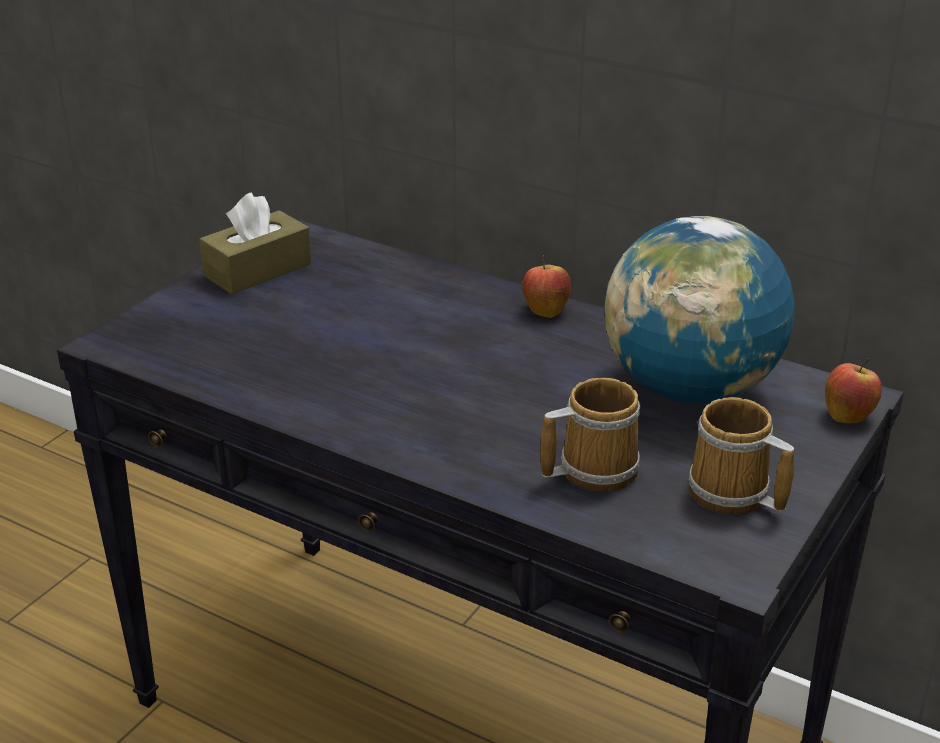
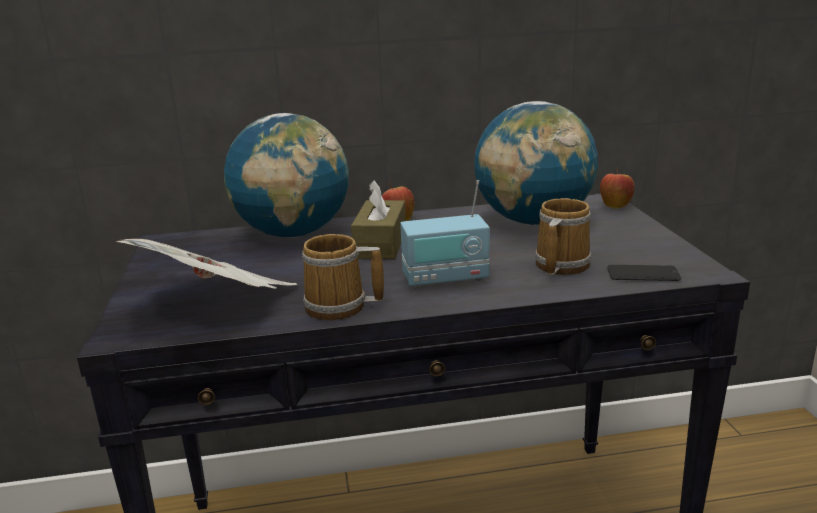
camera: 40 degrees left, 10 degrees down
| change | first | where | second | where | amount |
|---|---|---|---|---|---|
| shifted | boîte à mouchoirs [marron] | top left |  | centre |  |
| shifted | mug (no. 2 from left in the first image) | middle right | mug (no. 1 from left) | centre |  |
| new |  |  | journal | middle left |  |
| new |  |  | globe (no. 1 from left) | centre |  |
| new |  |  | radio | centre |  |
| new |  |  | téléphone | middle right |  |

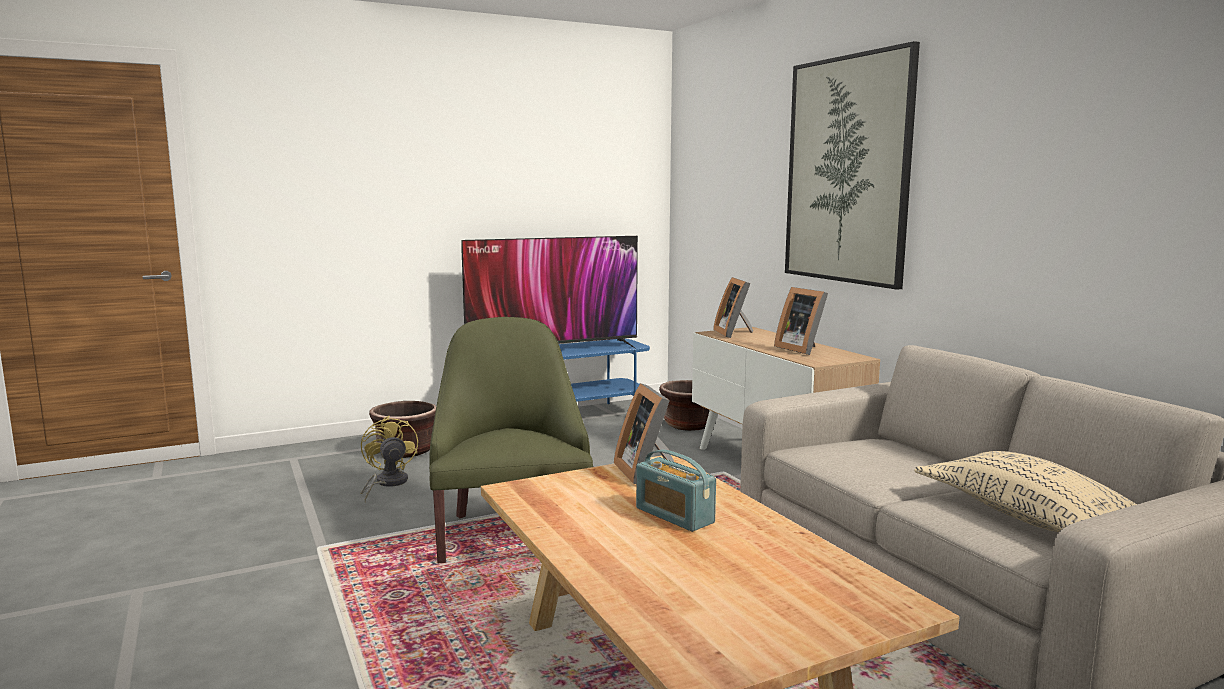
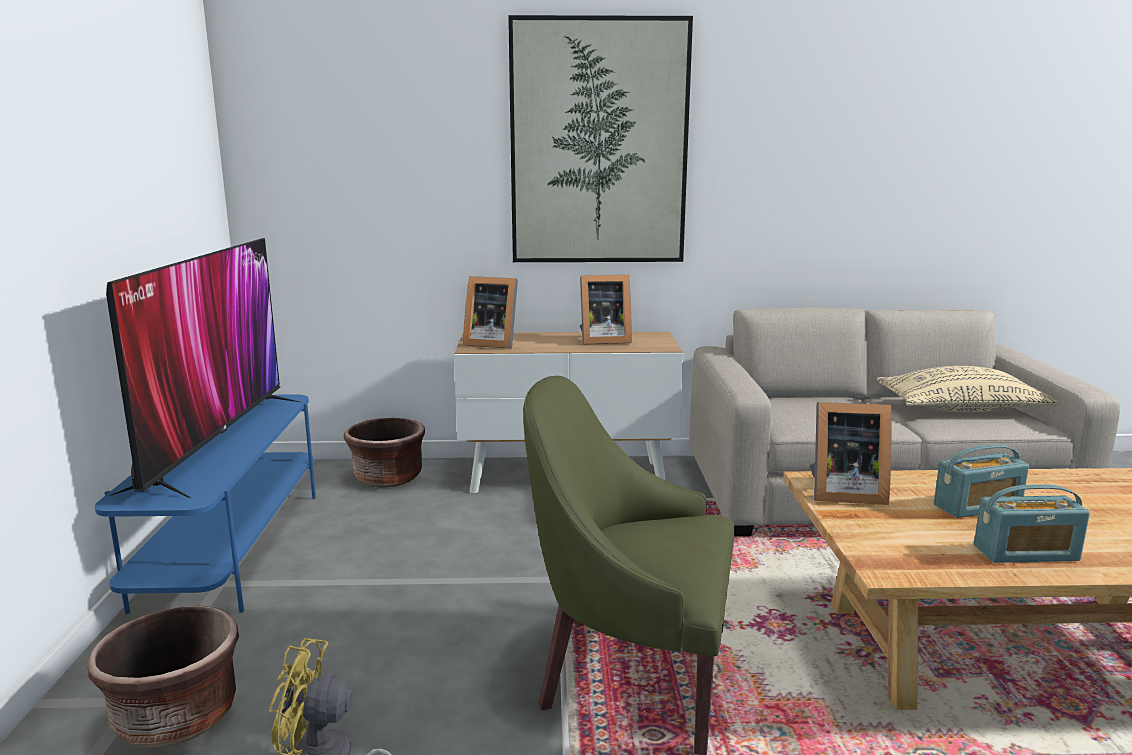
camera: 65 degrees left, 5 degrees up
| change | first | where | second | where | amount |
|---|---|---|---|---|---|
| new |  |  | radio (no. 2 from left) | bottom right |  |

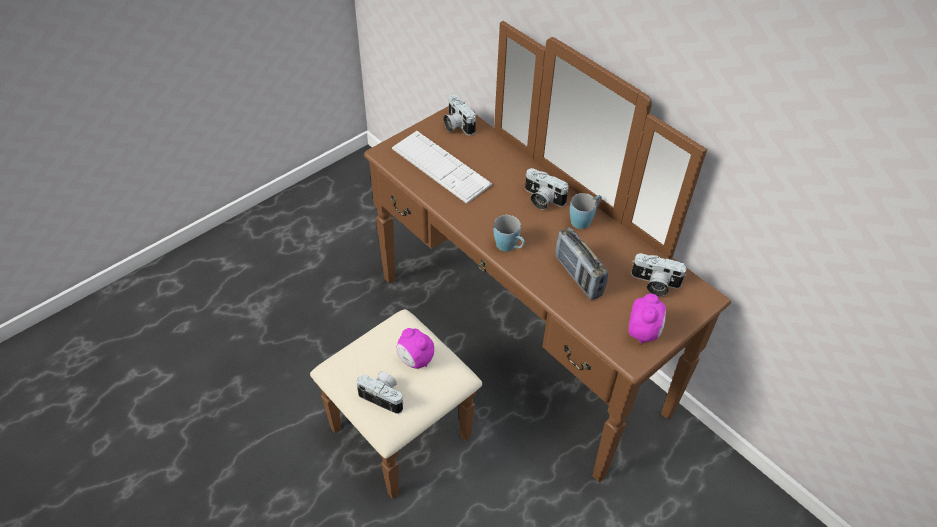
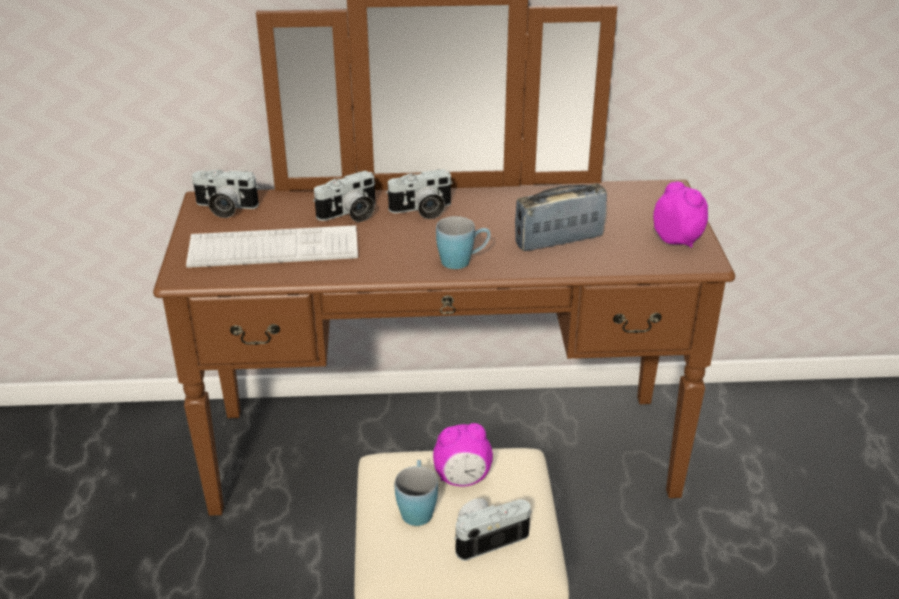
camera: 50 degrees left, 15 degrees down
| change | first | where | second | where | amount |
|---|---|---|---|---|---|
| rotated | radio | centre |  | centre | 150 degrees clockwise |
| shifted | mug [bleu] (no. 2 from left in the first image) | centre | mug [bleu] (no. 1 from left) | bottom centre |  |
| shifted | appareil photo (no. 4 from left in the first image) | middle right | appareil photo (no. 2 from left) | top centre |  |

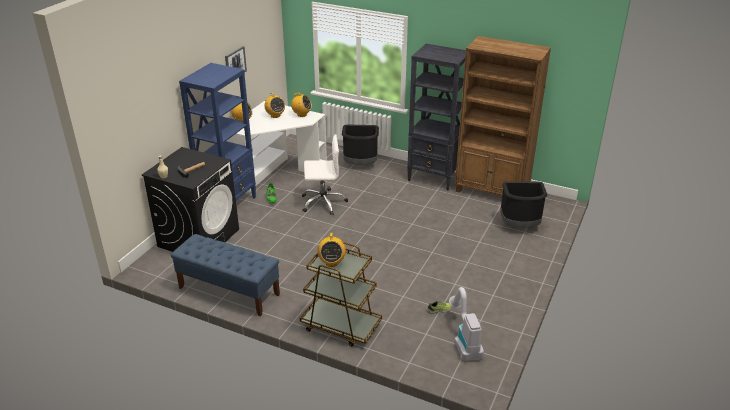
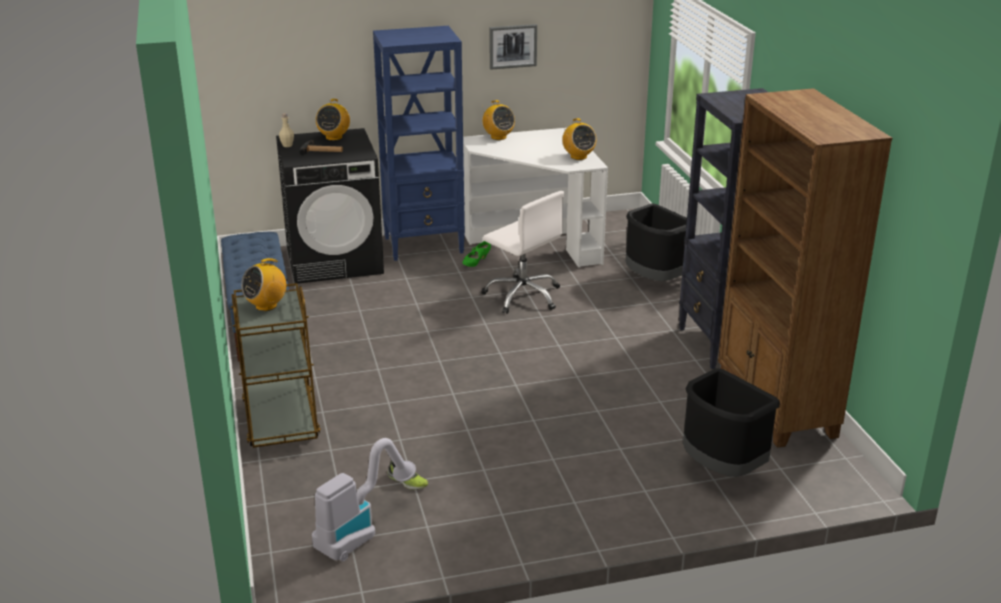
camera: 50 degrees right, 5 degrees down
| change | first | where | second | where | amount |
|---|---|---|---|---|---|
| shifted | radio (no. 2 from left) | top centre |  | top left |  |

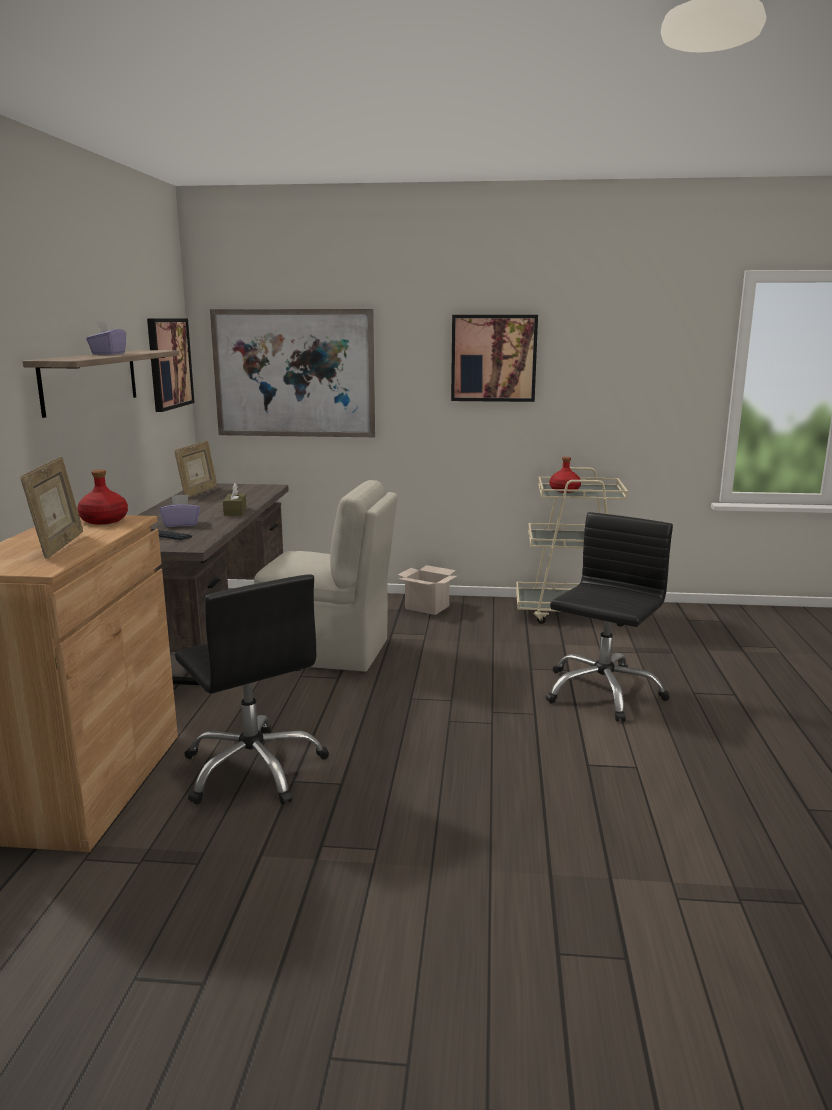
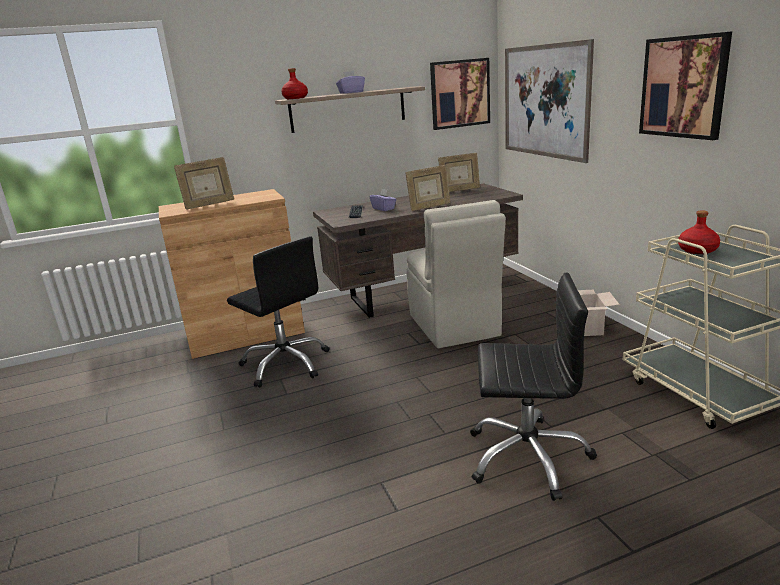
camera: 65 degrees right, 5 degrees up
| change | first | where | second | where | amount |
|---|---|---|---|---|---|
| shifted | bouteille [rouge] (no. 1 from left) | middle left |  | top centre |  |
| rotated | chaise de bureau [noir] (no. 1 from left) | middle left |  | centre | 75 degrees counterclockwise |
| swapped | boîte à mouchoirs [marron] | middle left | cadre photo (no. 2 from left) | top centre |  |

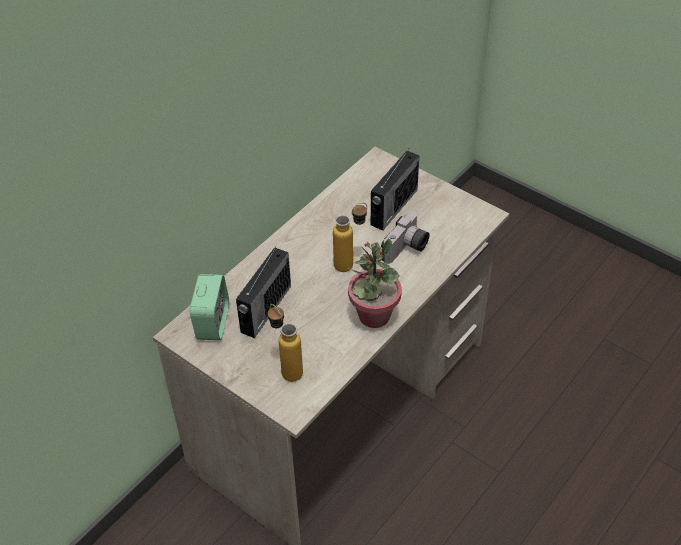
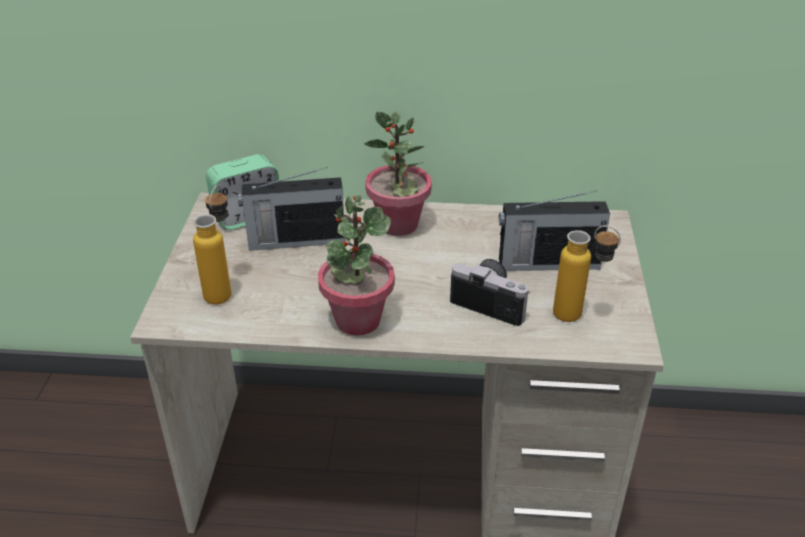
camera: 55 degrees right, 10 degrees down
| change | first | where | second | where | amount |
|---|---|---|---|---|---|
| shifted | bouteille (no. 2 from left) | centre |  | middle right |  |
| rotated | appareil photo | centre |  | centre | 150 degrees counterclockwise |
| new |  |  | plante en pot (no. 2 from left) | top centre |  |

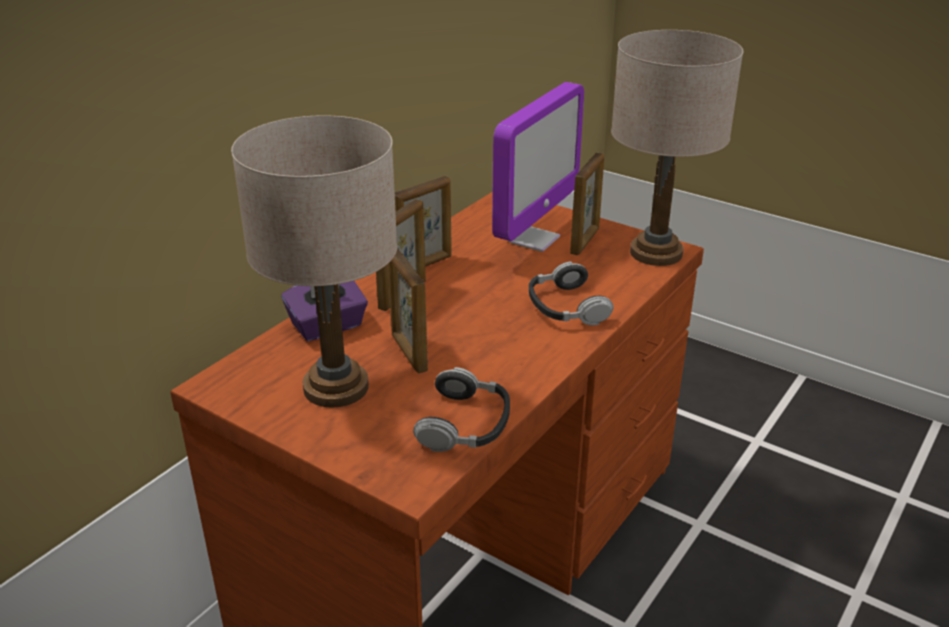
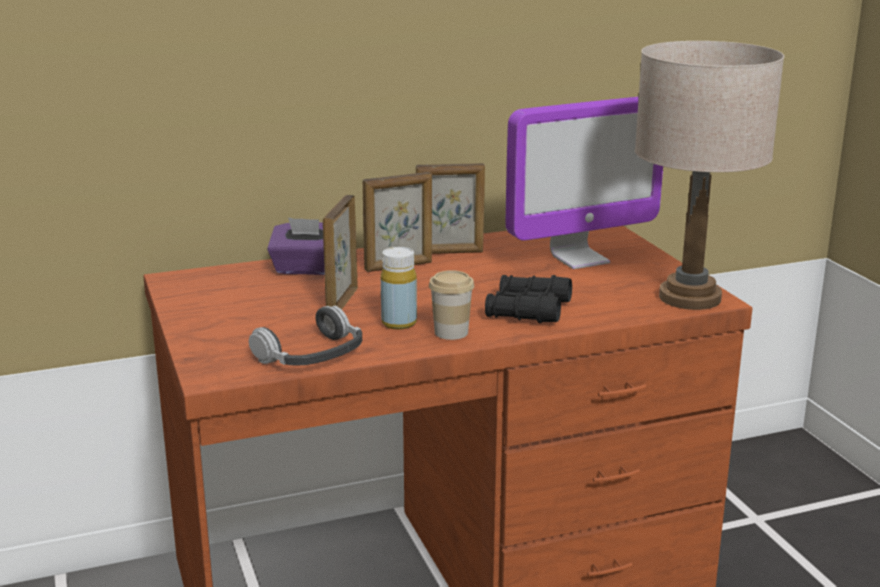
camera: 35 degrees right, 10 degrees down
| change | first | where | second | where | amount |
|---|---|---|---|---|---|
| gone | lampe de table [beige] (no. 1 from left) | middle left |  |  |  |
| swapped | casque audio (no. 2 from left) | centre | jumelles [noir] | centre |  |
| gone | cadre photo (no. 4 from left) | top centre |  |  |  |
| new |  |  | bouteille [jaune] | centre |  |
| new |  |  | tasse | centre |  |

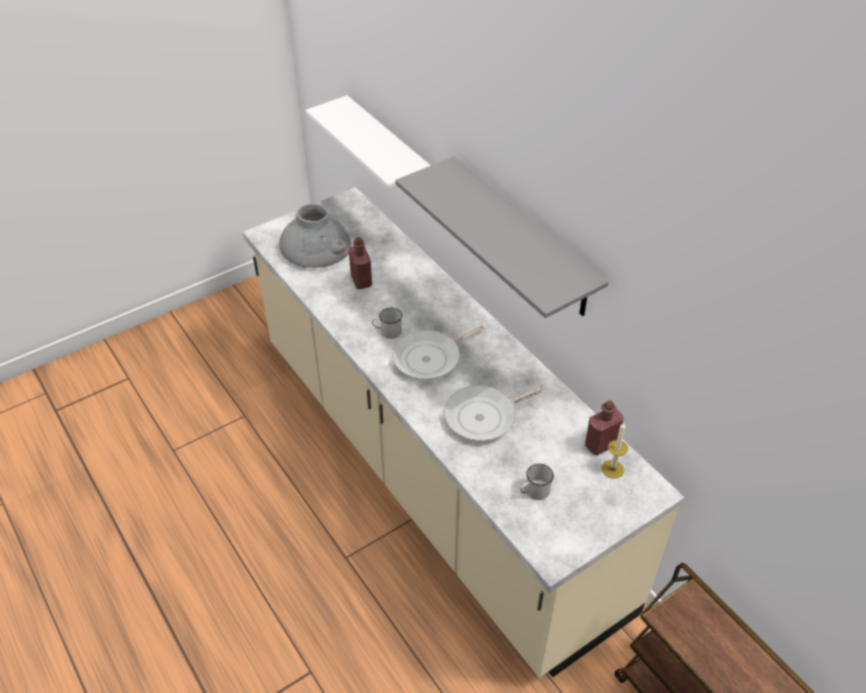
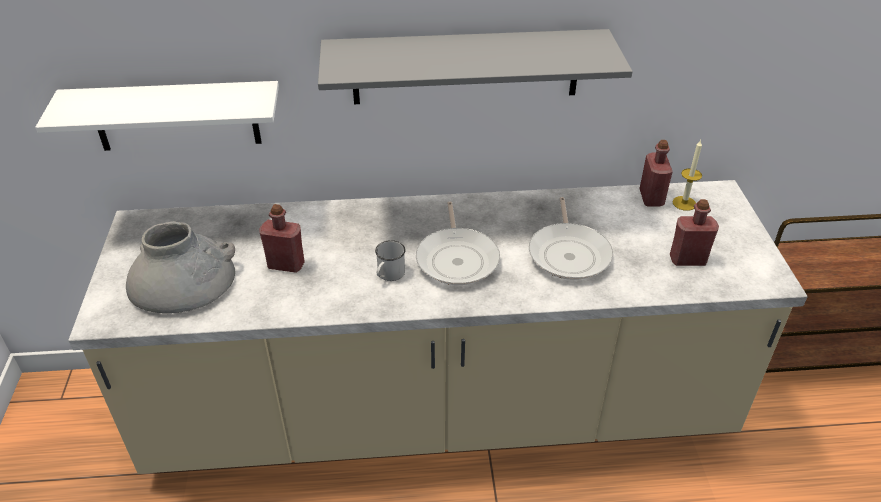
camera: 60 degrees left, 5 degrees down
| change | first | where | second | where | amount |
|---|---|---|---|---|---|
| swapped | mug [blanc] (no. 2 from left) | bottom centre | bouteille [rouge] (no. 3 from left) | middle right |  |

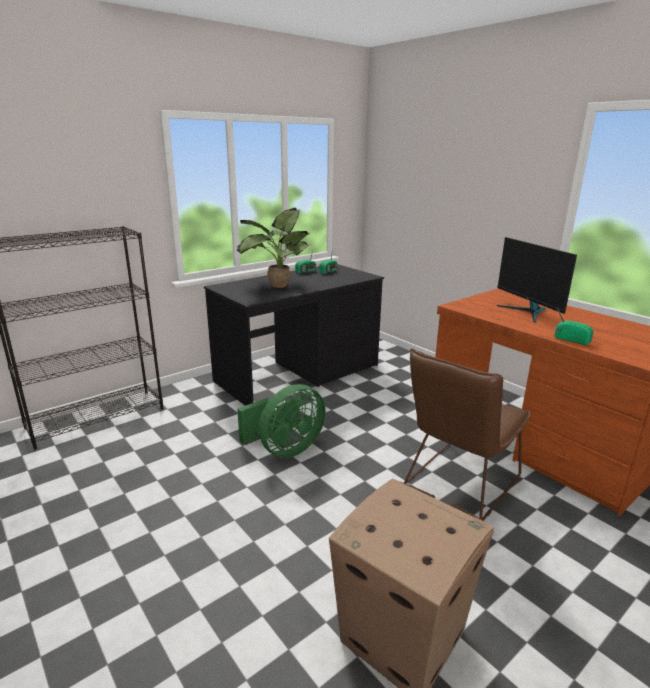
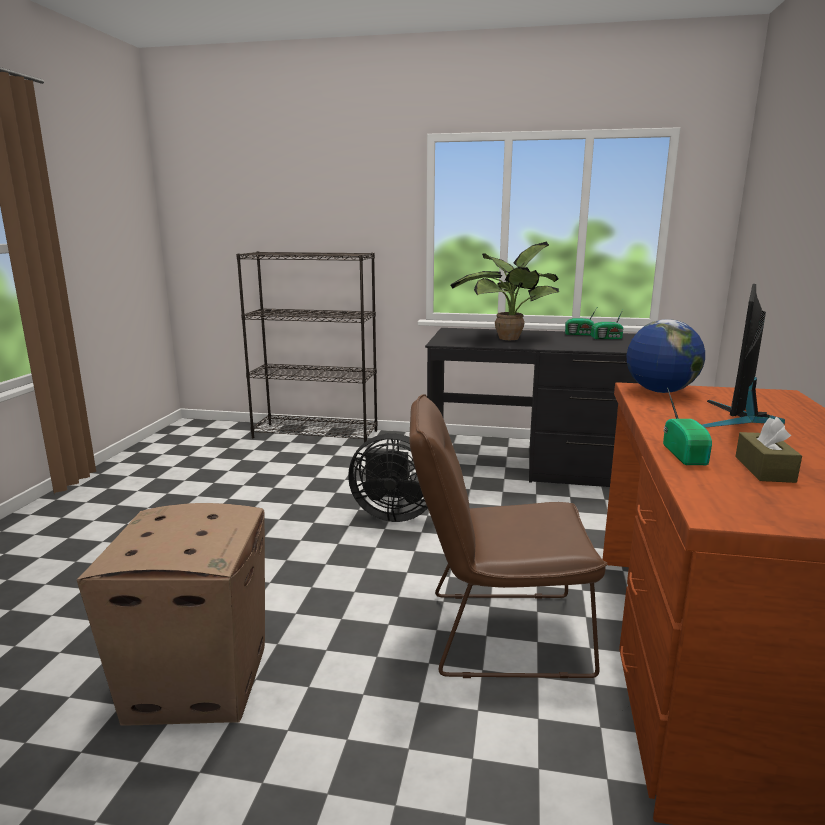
camera: 50 degrees right, 5 degrees down
| change | first | where | second | where | amount |
|---|---|---|---|---|---|
| repainted | ventilateur [vert] | centre | ventilateur [noir] | centre |  |
| new |  |  | globe | middle right |  |
| new |  |  | boîte à mouchoirs [marron] | middle right |  |

